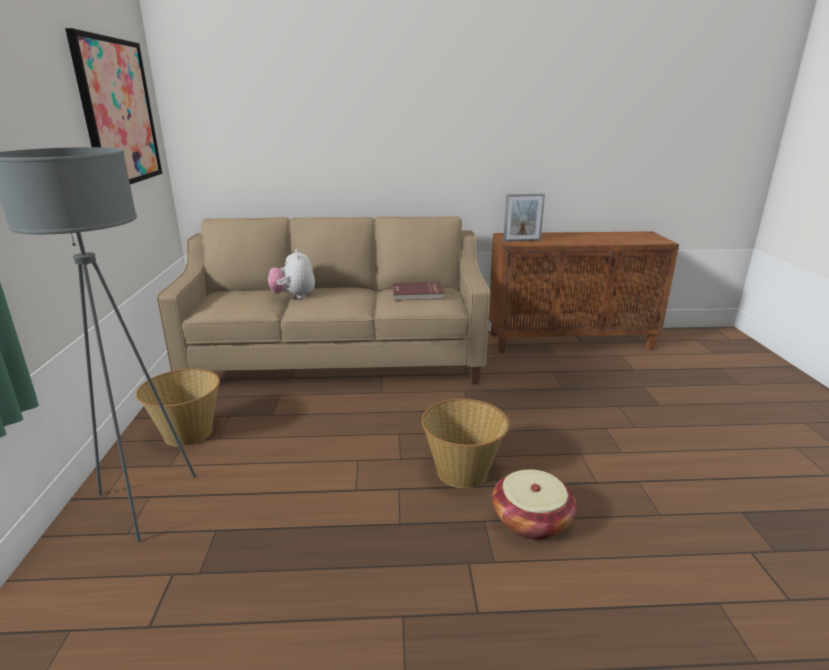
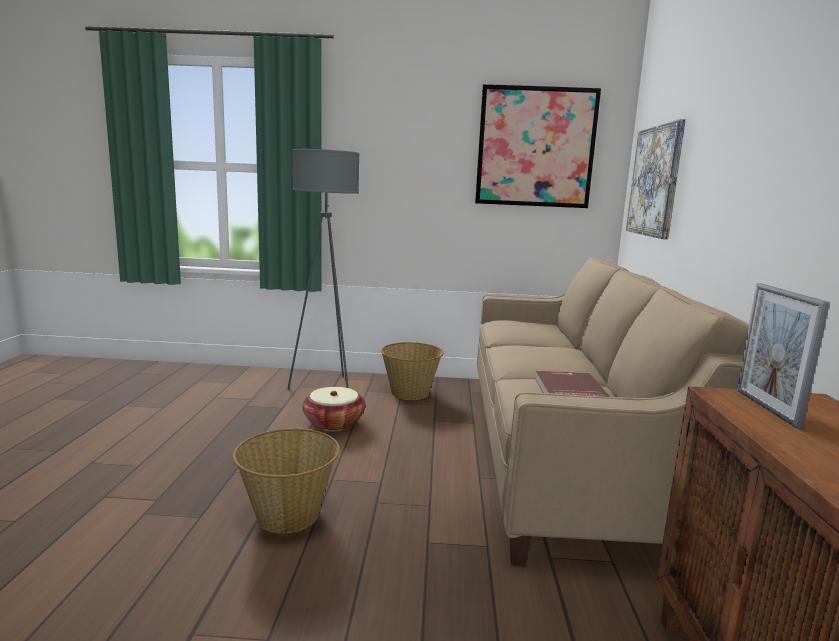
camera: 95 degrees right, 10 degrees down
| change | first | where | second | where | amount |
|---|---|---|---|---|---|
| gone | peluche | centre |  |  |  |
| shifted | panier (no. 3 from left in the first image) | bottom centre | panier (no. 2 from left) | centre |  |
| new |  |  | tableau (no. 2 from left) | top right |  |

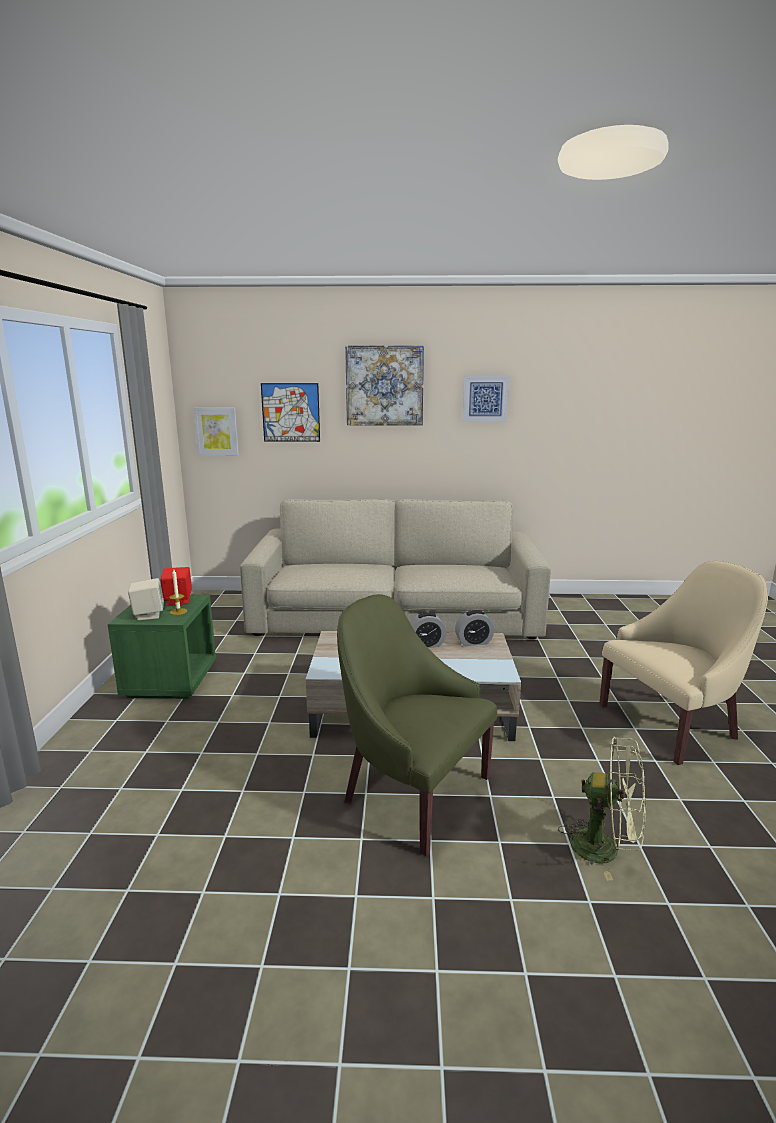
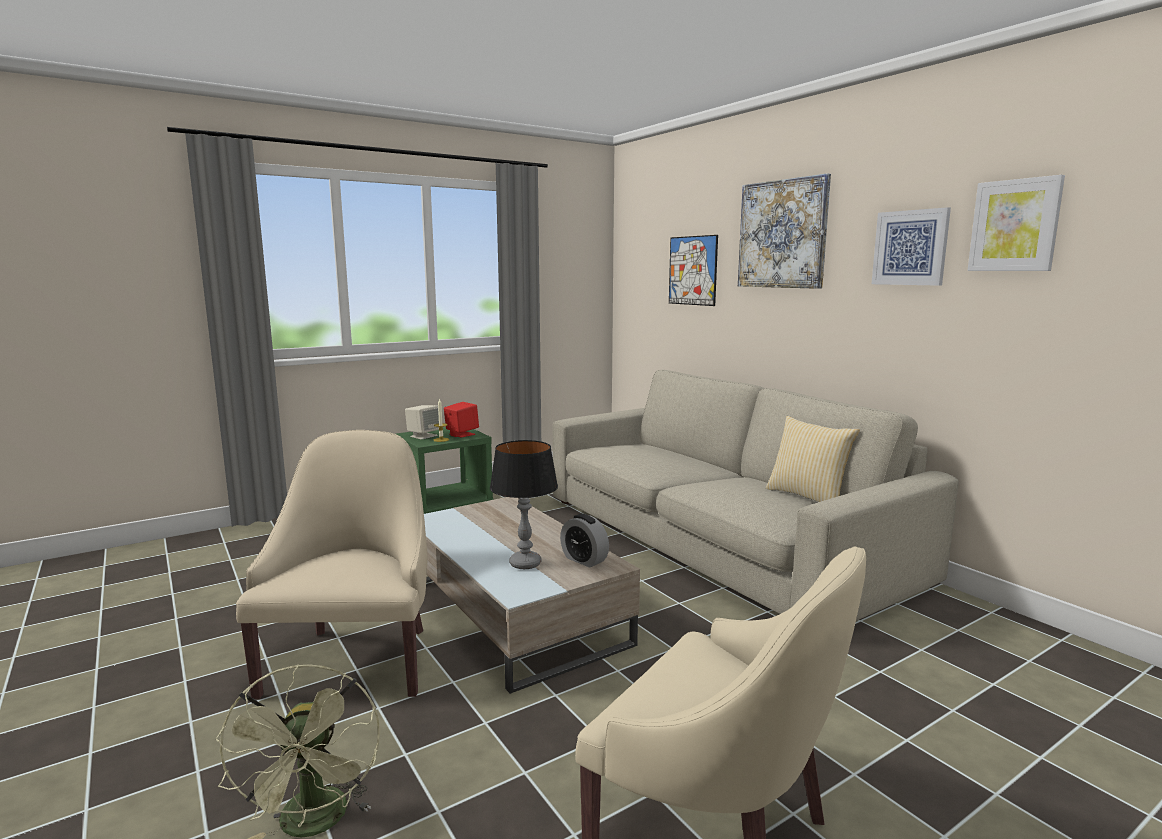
camera: 55 degrees right, 5 degrees down
| change | first | where | second | where | amount |
|---|---|---|---|---|---|
| shifted | tableau (no. 1 from left in the first image) | middle left | tableau (no. 4 from left) | top right |  |
| repainted | fauteuil [vert] | centre | fauteuil [beige] (no. 1 from left) | bottom left |  |
| gone | réveil (no. 1 from left) | centre |  |  |  |
| new |  |  | lampe de table | centre |  |
| new |  |  | coussin | middle right |  |

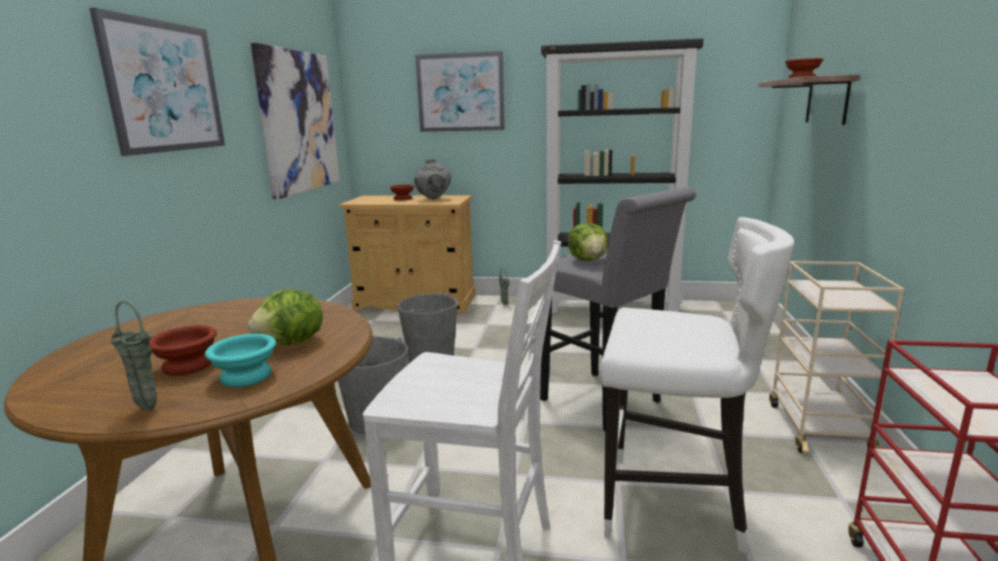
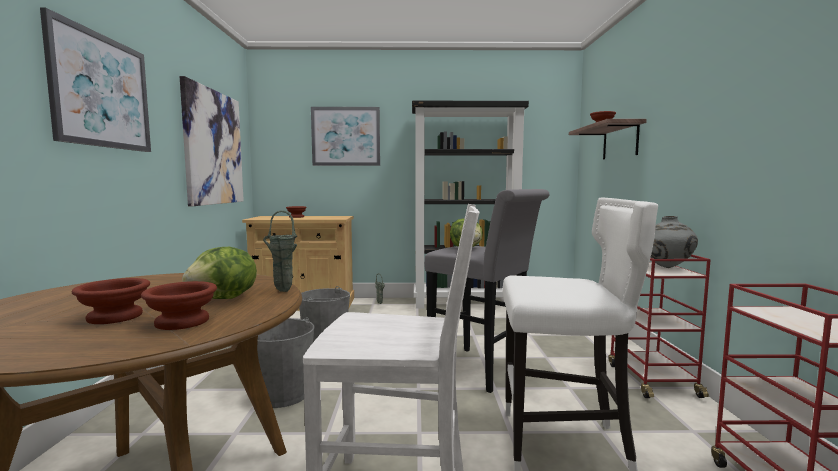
camera: 10 degrees left, 10 degrees down
| change | first | where | second | where | amount |
|---|---|---|---|---|---|
| shifted | vase [vert] (no. 1 from left) | middle left |  | centre |  |
| repainted | bol [turquoise] | middle left | bol [marron] (no. 2 from left) | middle left |  |
| shifted | vase [gris] | top centre |  | middle right |  |
| repainted | chariot [beige] | middle right | chariot [rouge] (no. 1 from left) | bottom right |  |

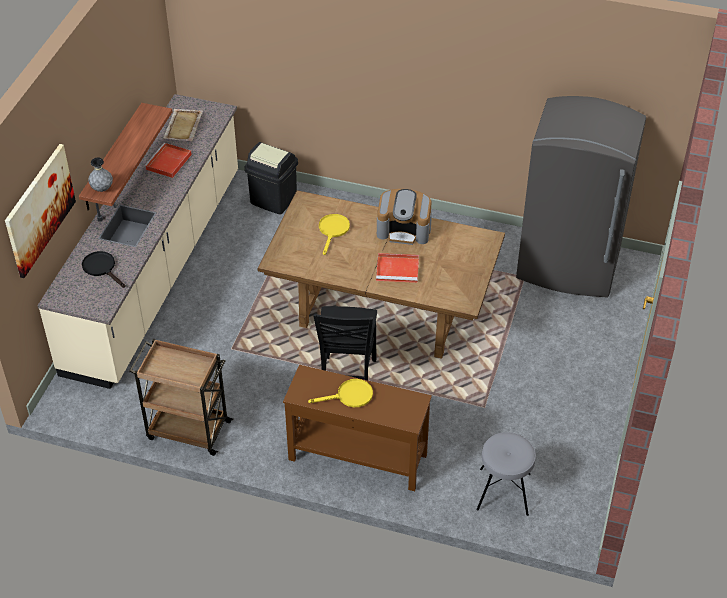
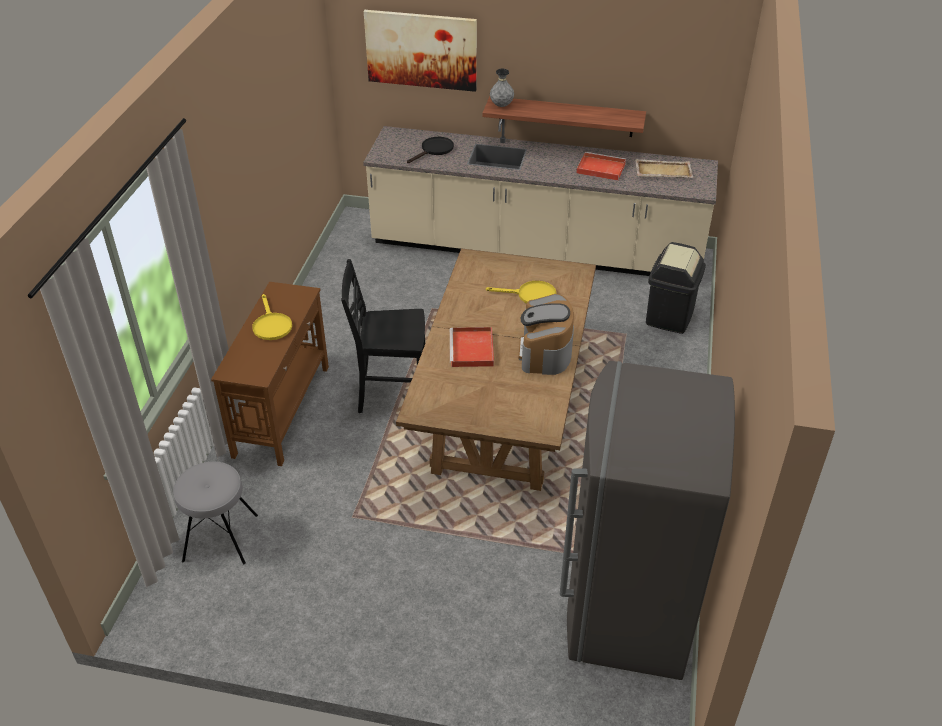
camera: 85 degrees right, 5 degrees down
| change | first | where | second | where | amount |
|---|---|---|---|---|---|
| gone | chariot [marron] | middle left |  |  |  |

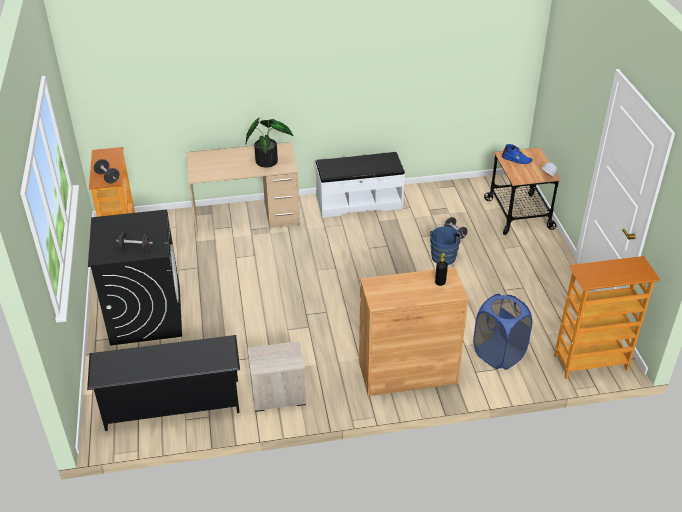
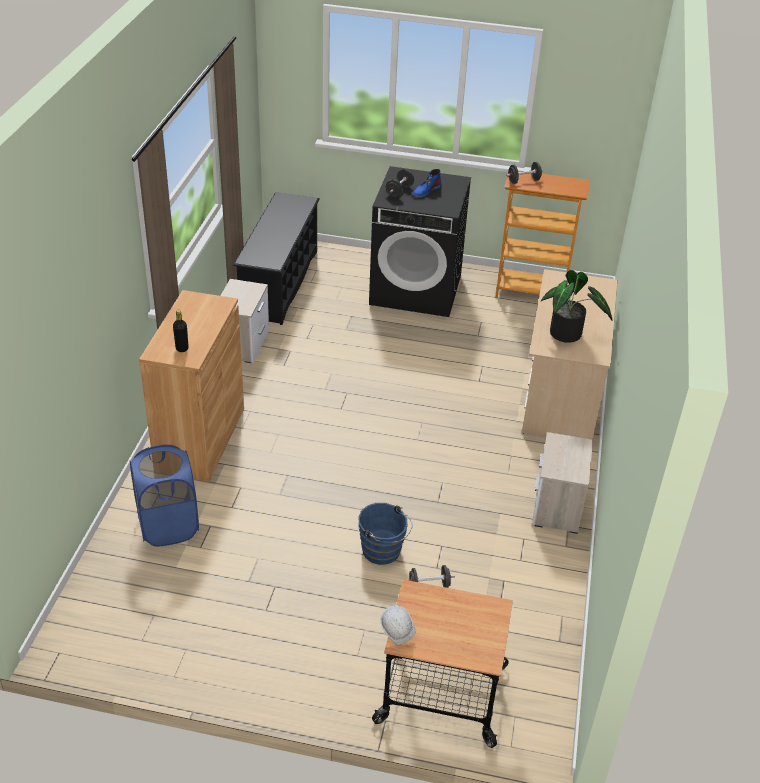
camera: 110 degrees right, 0 degrees up
| change | first | where | second | where | amount |
|---|---|---|---|---|---|
| swapped | banc [blanc] | centre | table de chevet (no. 2 from left) | middle right |  |
| shifted | botte [bleu] | top right |  | top centre |  |
| gone | bibliothèque (no. 2 from left) | middle right |  |  |  |

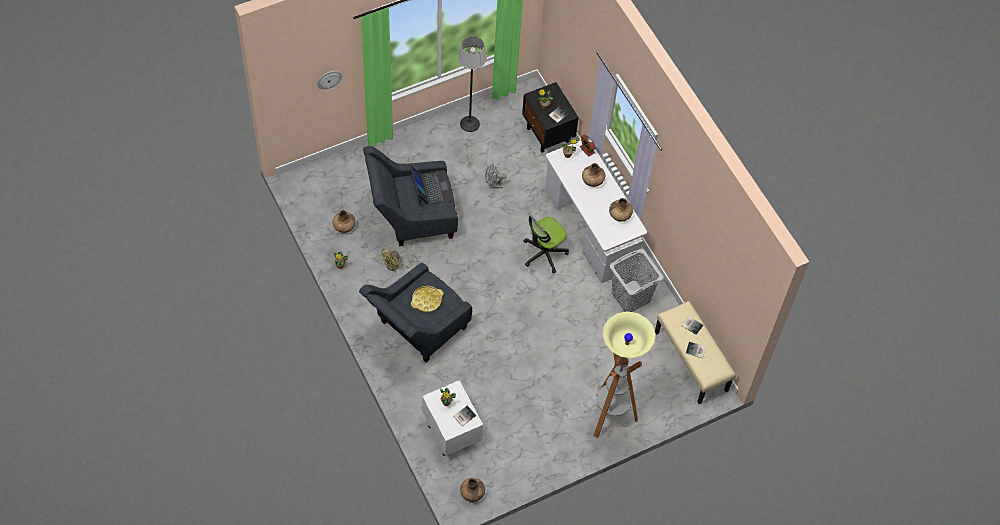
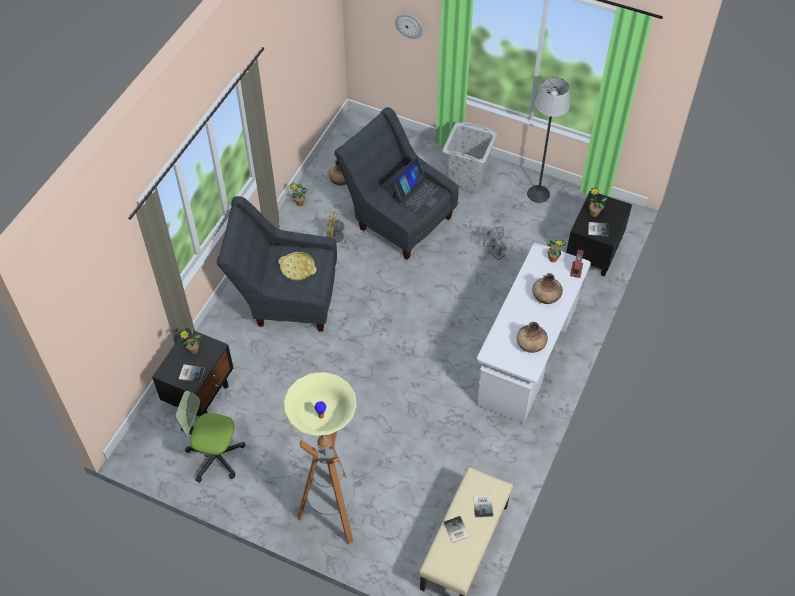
camera: 55 degrees right, 5 degrees down
| change | first | where | second | where | amount |
|---|---|---|---|---|---|
| repainted | table de chevet [blanc] | bottom centre | table de chevet [noir] (no. 1 from left) | middle left |  |
| gone | vase [marron] (no. 2 from left) | bottom centre |  |  |  |
| shifted | chaise de bureau | centre |  | bottom left |  |
| shifted | panier à linge [gris] | centre |  | top centre |  |

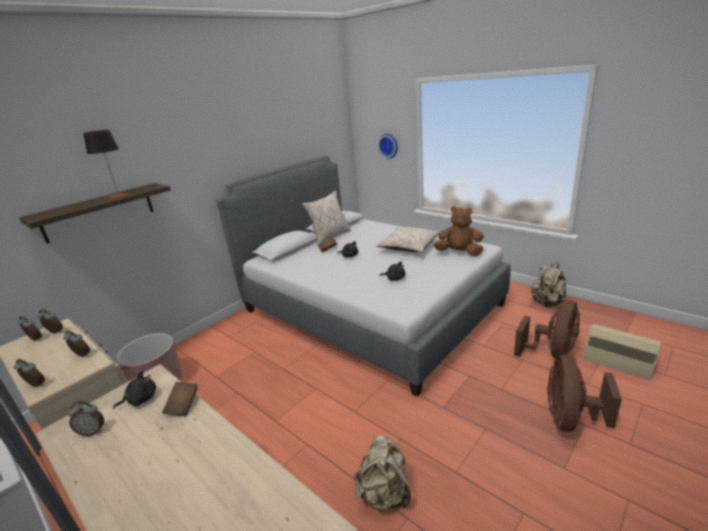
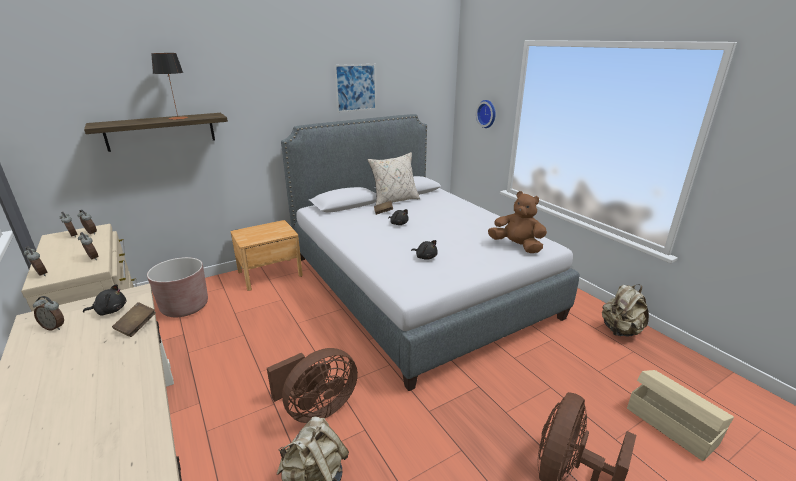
camera: 15 degrees right, 0 degrees up
| change | first | where | second | where | amount |
|---|---|---|---|---|---|
| gone | coussin [beige] (no. 2 from left) | centre |  |  |  |
| shifted | ventilateur [marron] (no. 1 from left) | middle right |  | bottom centre |  |
| new |  |  | table de chevet [marron] | centre |  |
| new |  |  | tableau | top centre |  |

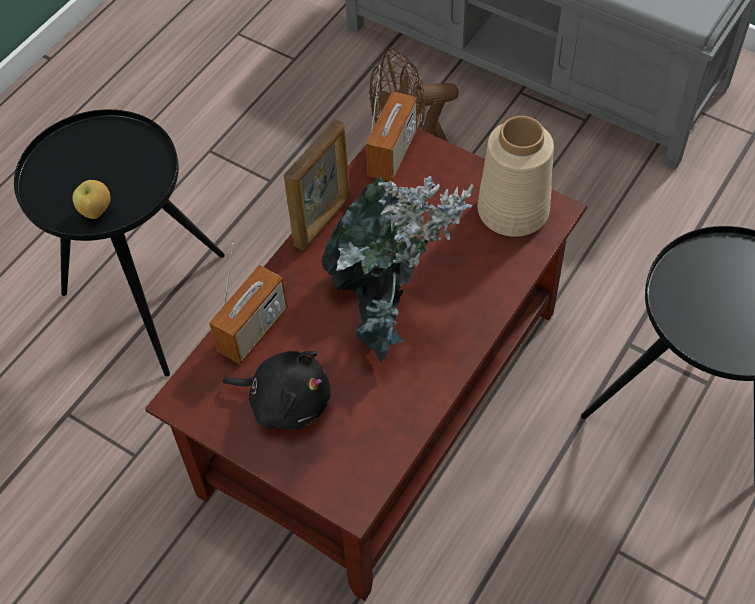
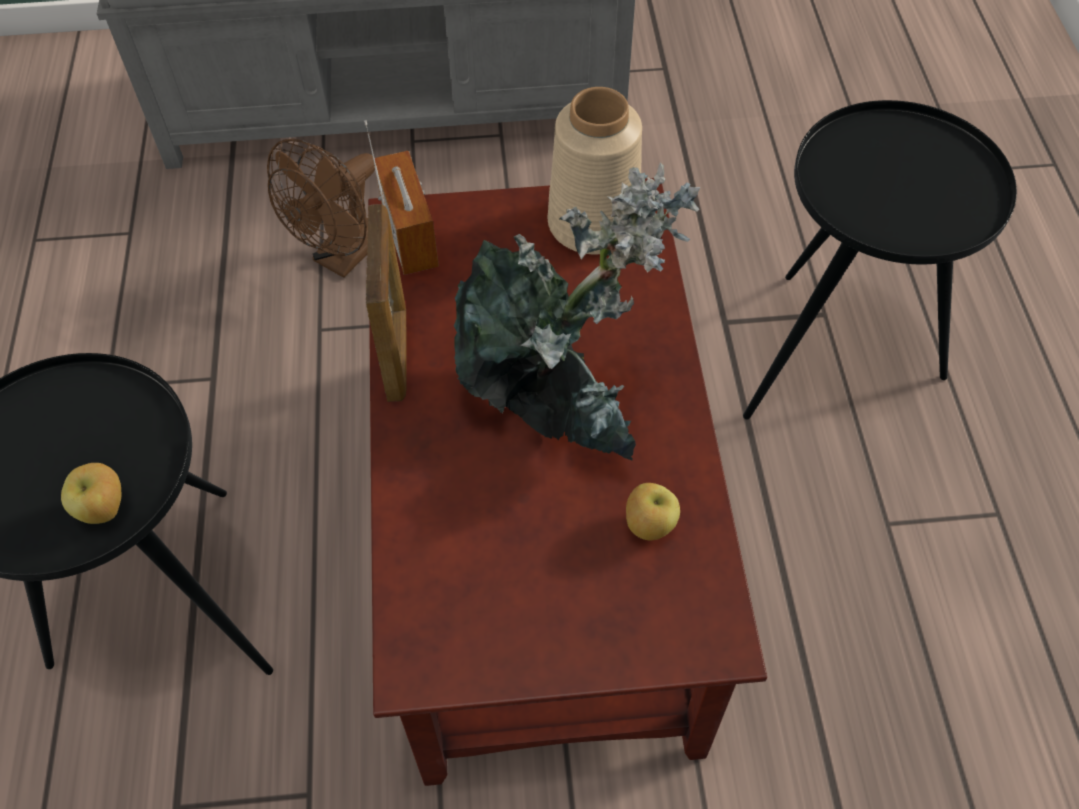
camera: 40 degrees left, 0 degrees up
| change | first | where | second | where | amount |
|---|---|---|---|---|---|
| gone | radio (no. 1 from left) | middle left |  |  |  |
| gone | peluche [noir] | centre |  |  |  |
| new |  |  | pomme (no. 2 from left) | centre |  |

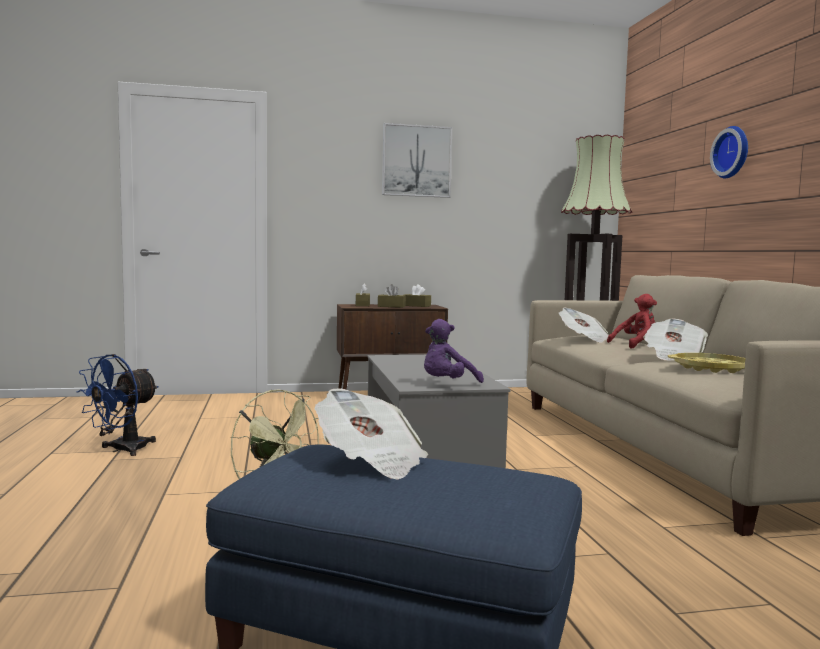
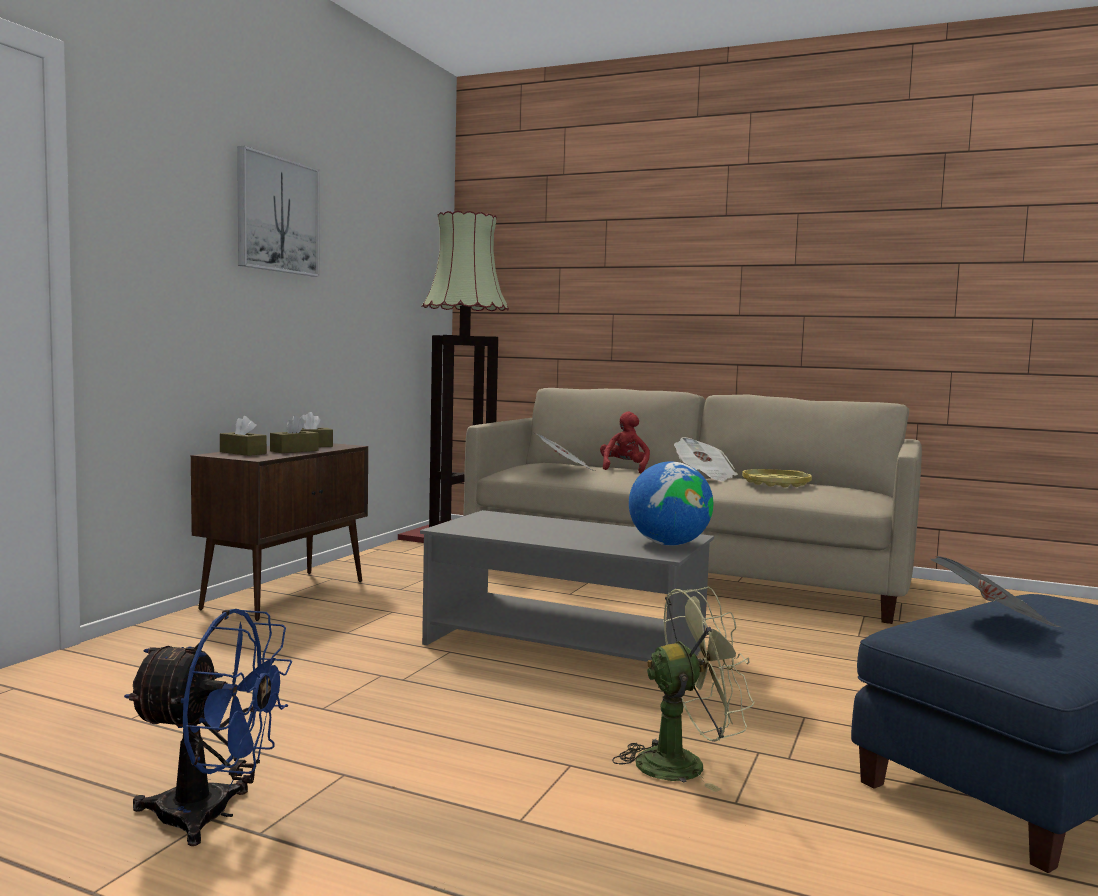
camera: 55 degrees left, 0 degrees up
| change | first | where | second | where | amount |
|---|---|---|---|---|---|
| rotated | ventilateur [bleu] | middle left |  | bottom left | 60 degrees counterclockwise |
| swapped | peluche [violet] | centre | globe | centre |  |
| gone | horloge murale | top right |  |  |  |

